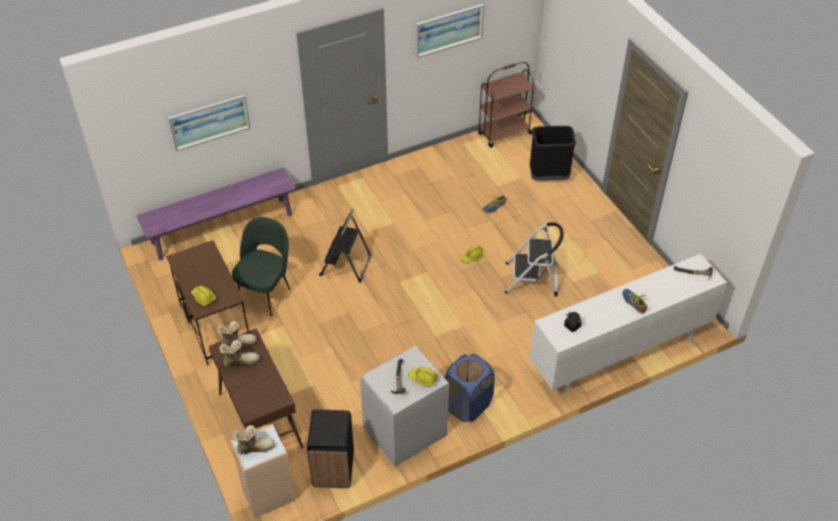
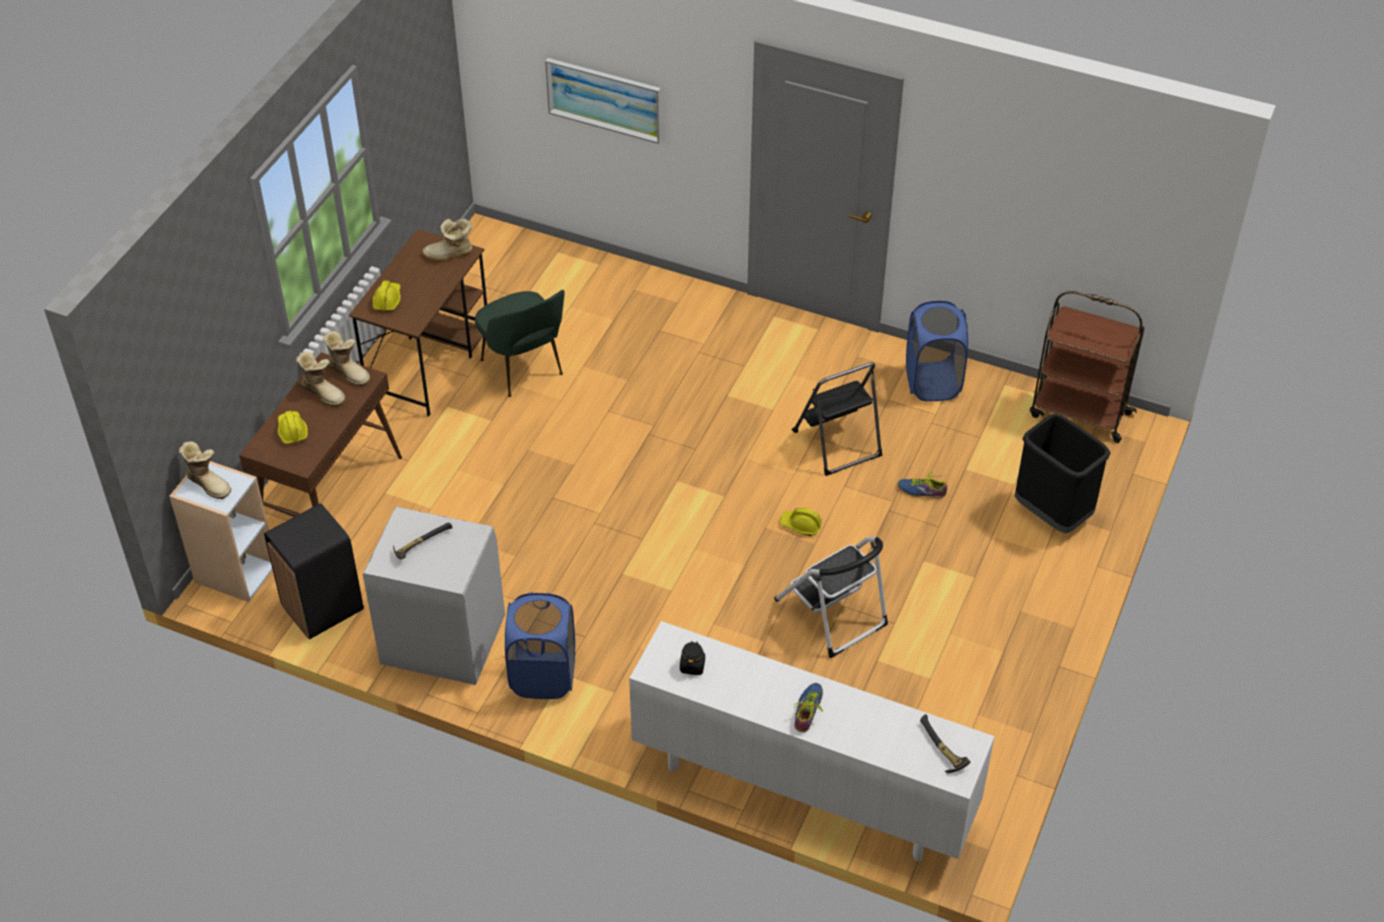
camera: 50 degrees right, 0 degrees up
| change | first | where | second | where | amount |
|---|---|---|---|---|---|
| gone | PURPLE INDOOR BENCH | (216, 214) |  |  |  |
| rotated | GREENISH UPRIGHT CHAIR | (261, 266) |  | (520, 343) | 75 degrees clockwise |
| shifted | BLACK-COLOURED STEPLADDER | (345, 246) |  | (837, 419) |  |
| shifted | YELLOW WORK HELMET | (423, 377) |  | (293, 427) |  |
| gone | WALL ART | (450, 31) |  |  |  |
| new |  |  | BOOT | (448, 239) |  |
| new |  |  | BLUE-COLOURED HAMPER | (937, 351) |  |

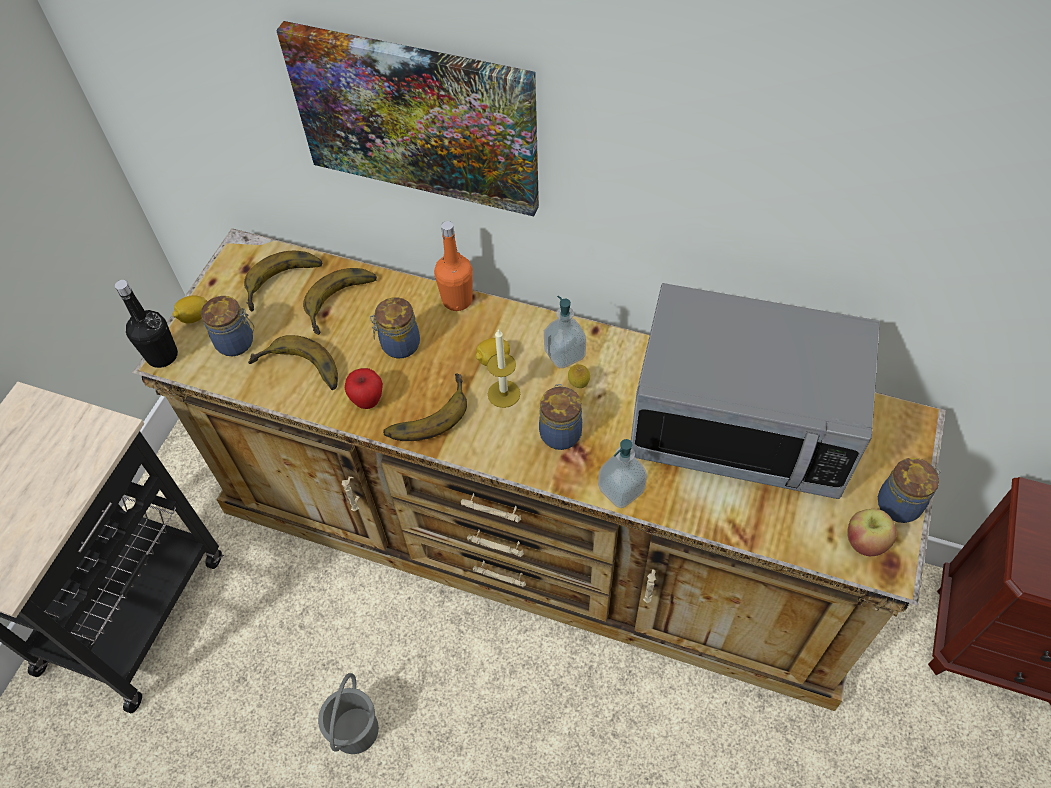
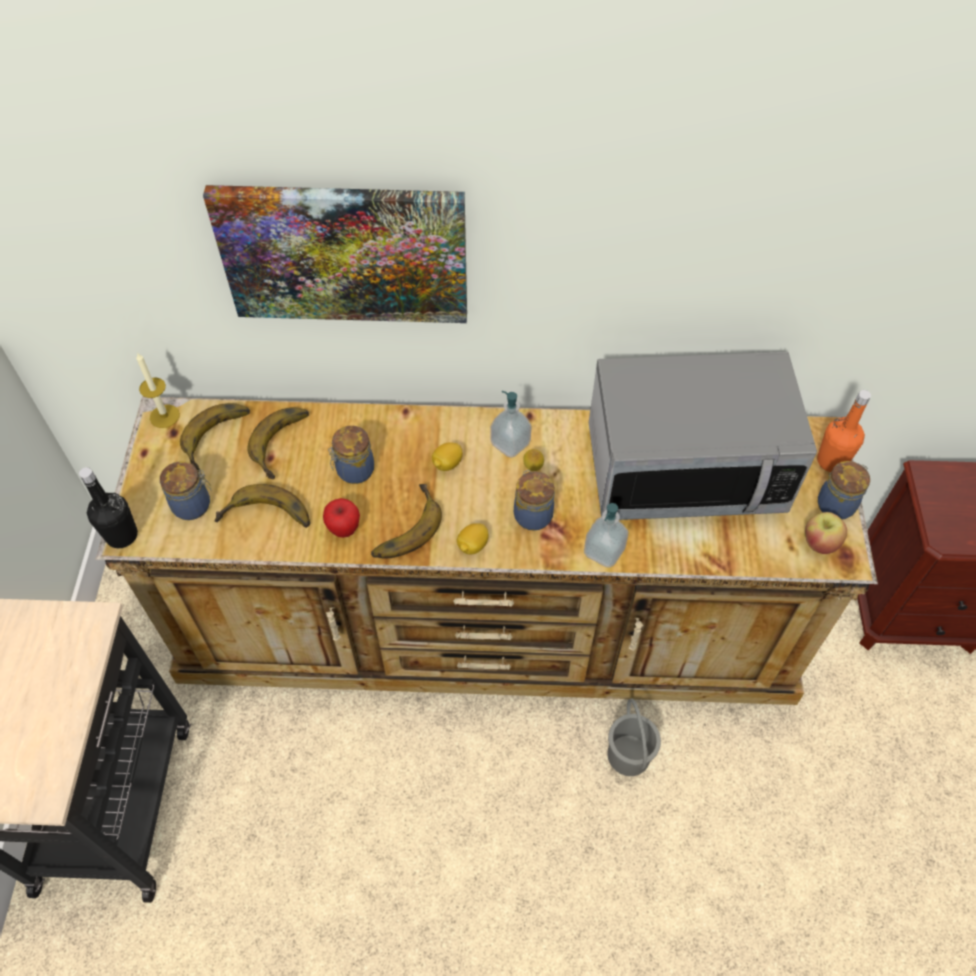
camera: 20 degrees left, 0 degrees up
| change | first | where | second | where | amount |
|---|---|---|---|---|---|
| shifted | WHOLE LEMON | (189, 309) |  | (473, 538) |  |
| shifted | GRAY WATER BUCKET | (348, 713) |  | (634, 737) |  |
| shifted | ORANGE-COLOURED BOTTLE | (453, 266) |  | (844, 431) |  |
| shifted | CANDLE | (503, 368) |  | (158, 390) |  |

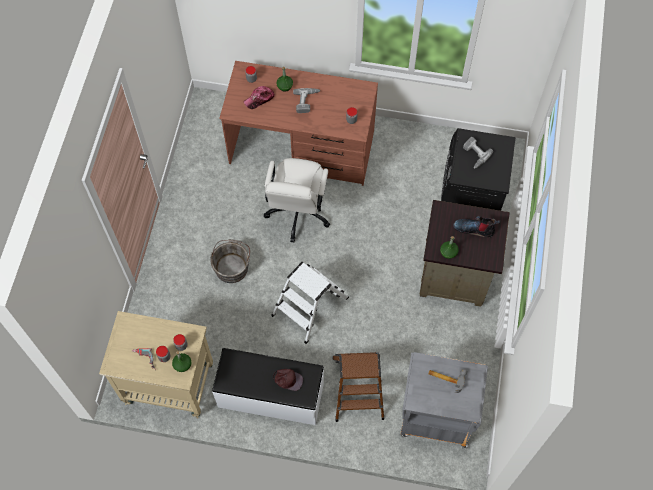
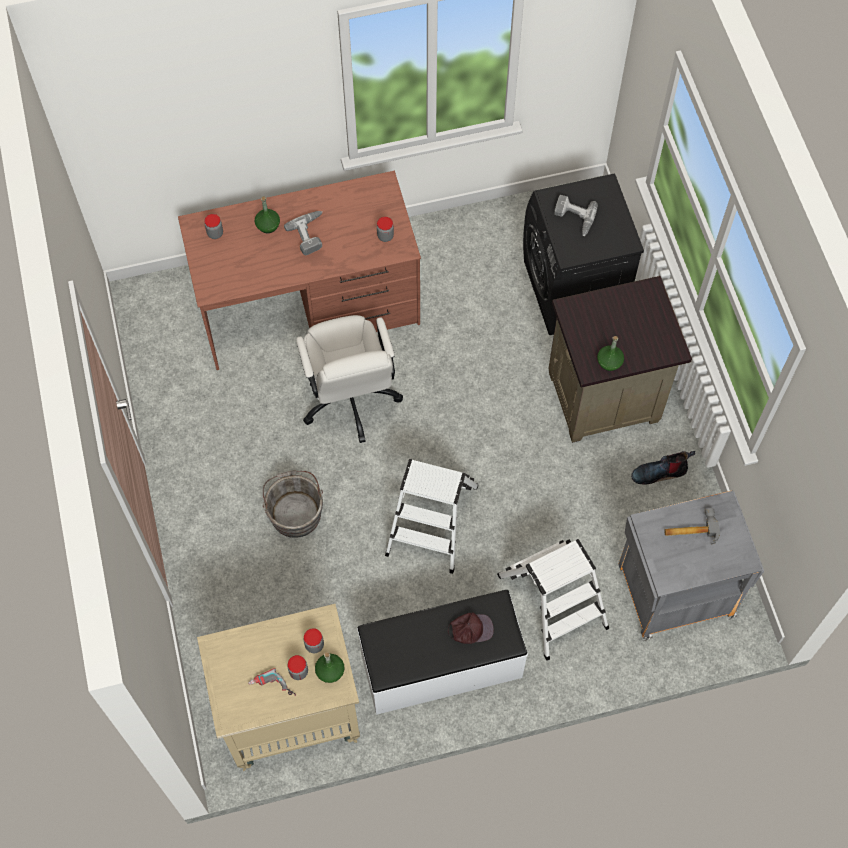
camera: 25 degrees left, 0 degrees up
| change | first | where | second | where | amount |
|---|---|---|---|---|---|
| gone | CAP | (259, 97) |  |  |  |
| repainted | BROWN-COLOURED STEPLADDER | (358, 387) | WHITISH STEPLADDER | (553, 600) |  |
| shifted | BOOT | (477, 226) |  | (663, 468) |  |

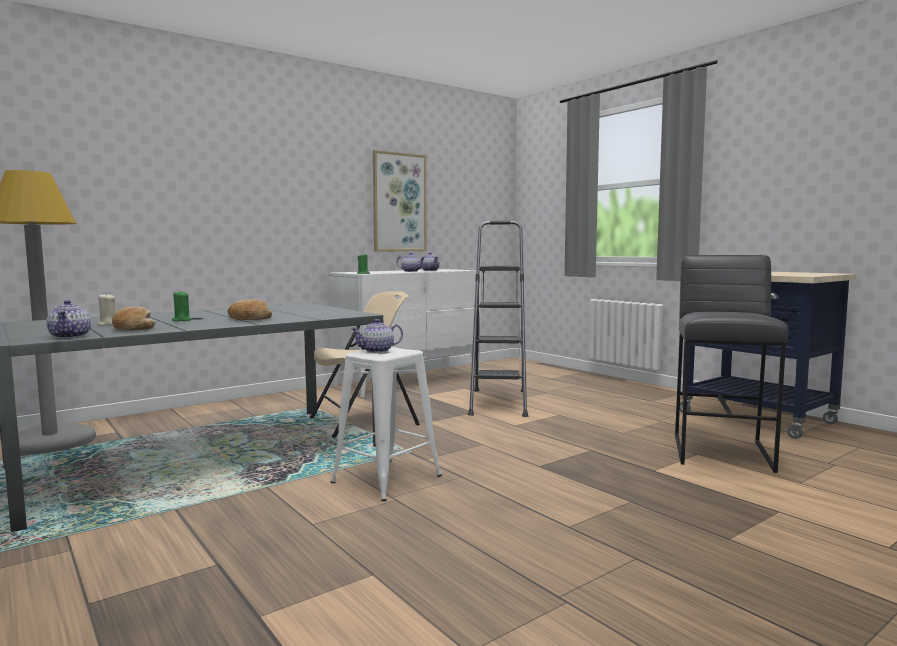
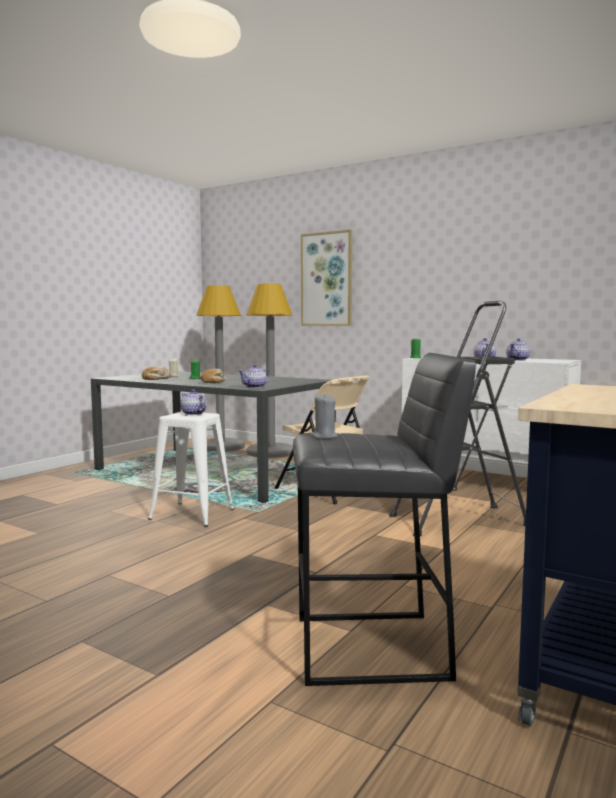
camera: 70 degrees right, 0 degrees up
| change | first | where | second | where | amount |
|---|---|---|---|---|---|
| shifted | TEAPOT | (69, 319) |  | (255, 376) |  |
| shifted | WALL ART | (399, 201) |  | (326, 277) |  |
| new |  |  | GRAY STANDING LAMP | (269, 370) |  |
| new |  |  | GRAY CANDLE | (324, 416) |  |

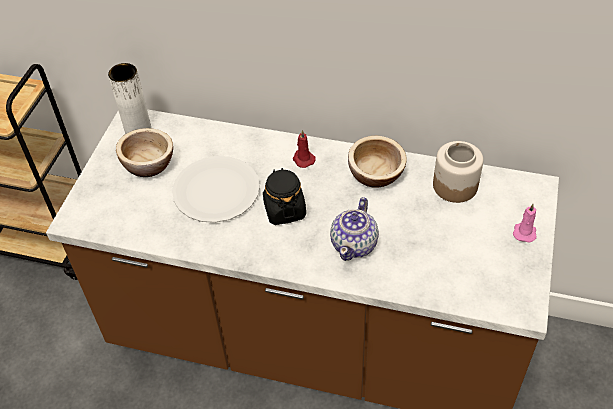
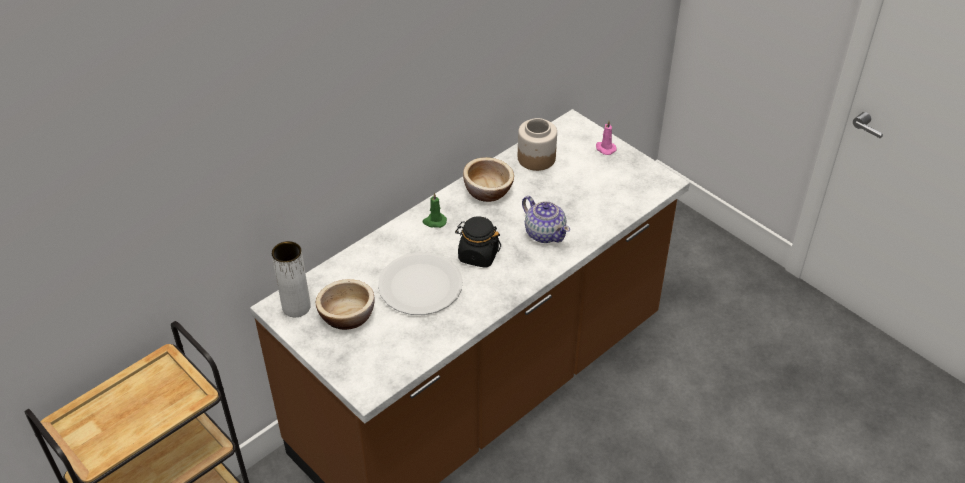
camera: 60 degrees left, 5 degrees down
| change | first | where | second | where | amount |
|---|---|---|---|---|---|
| repainted | RED CANDLE | (304, 149) | GREENISH CANDLE | (434, 210) |  |

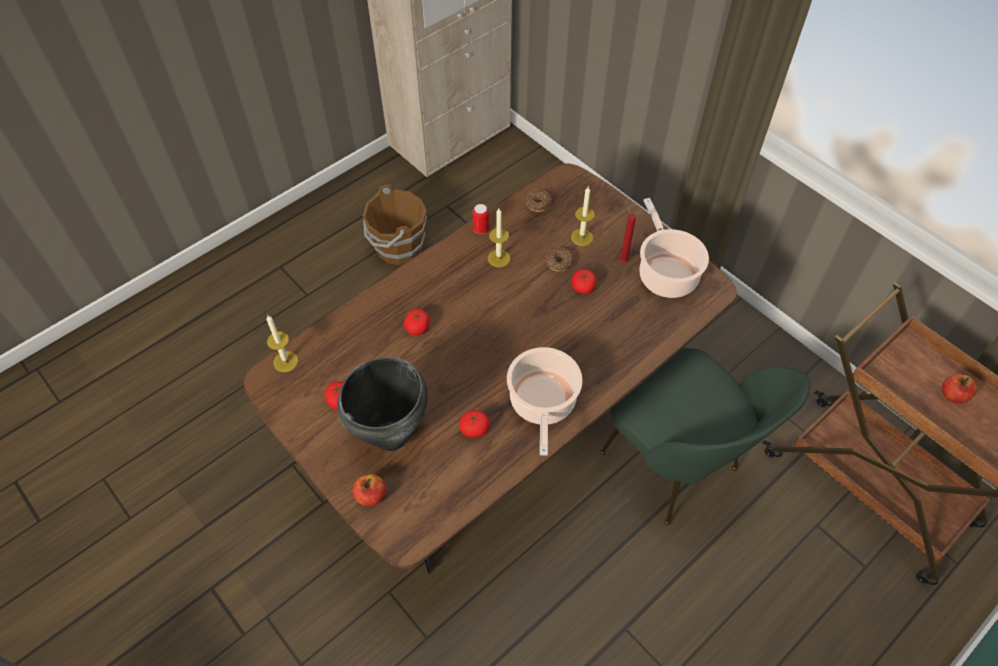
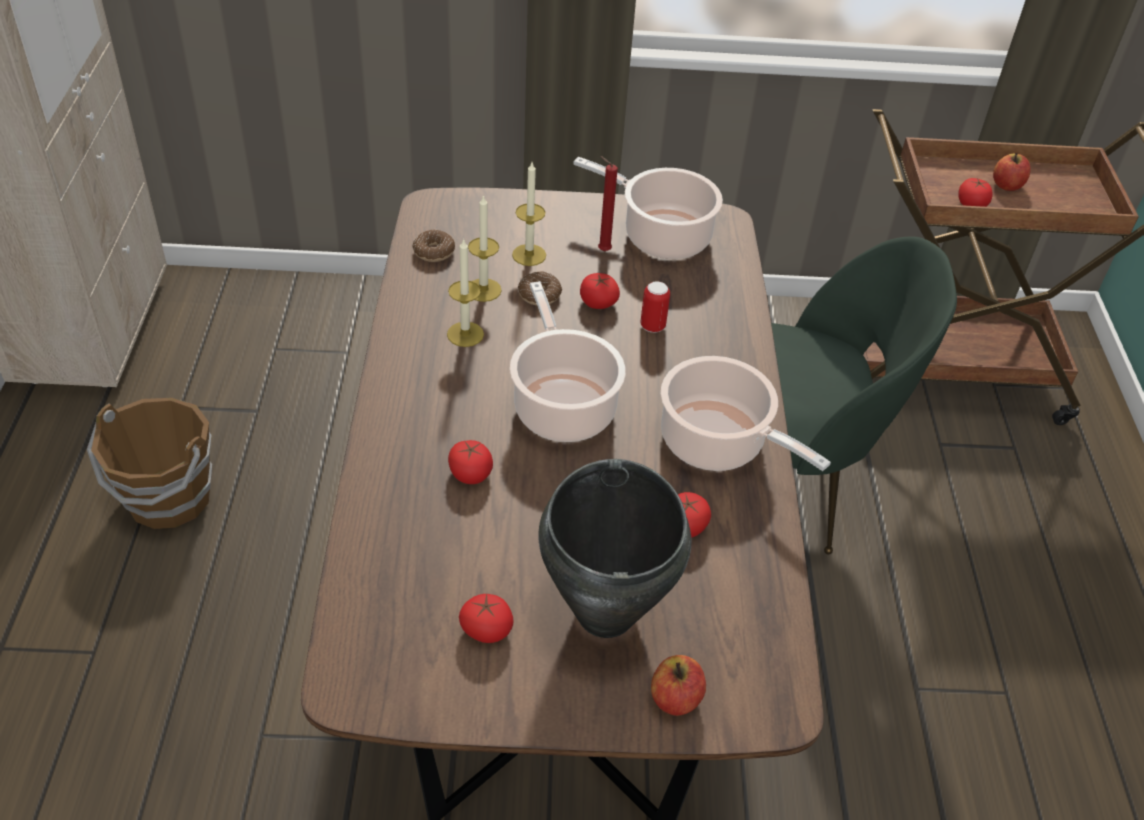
camera: 50 degrees left, 10 degrees down
| change | first | where | second | where | amount |
|---|---|---|---|---|---|
| shifted | CANDLE | (282, 343) |  | (485, 248) |  |
| shifted | SEALED CAN | (481, 219) |  | (655, 307) |  |
| new |  |  | SAUCEPOT | (568, 361) |  |
| new |  |  | FRESH TOMATO | (975, 192) |  |

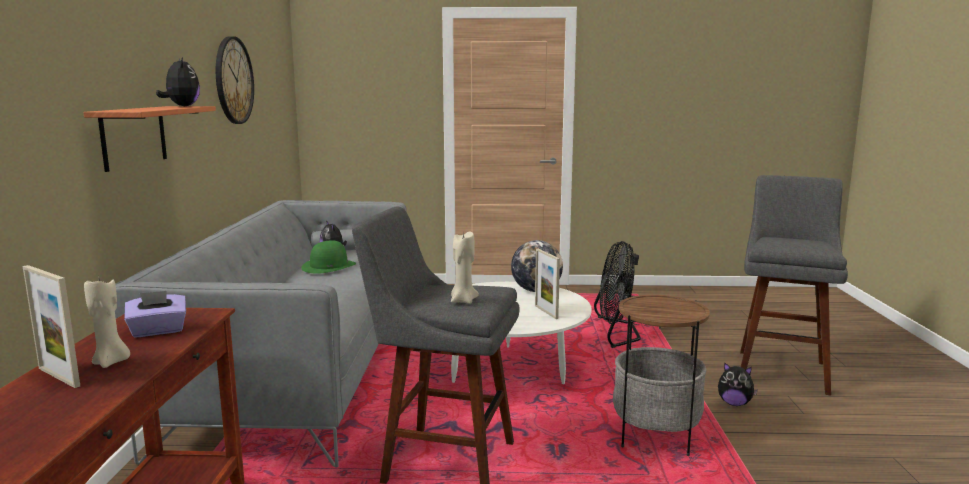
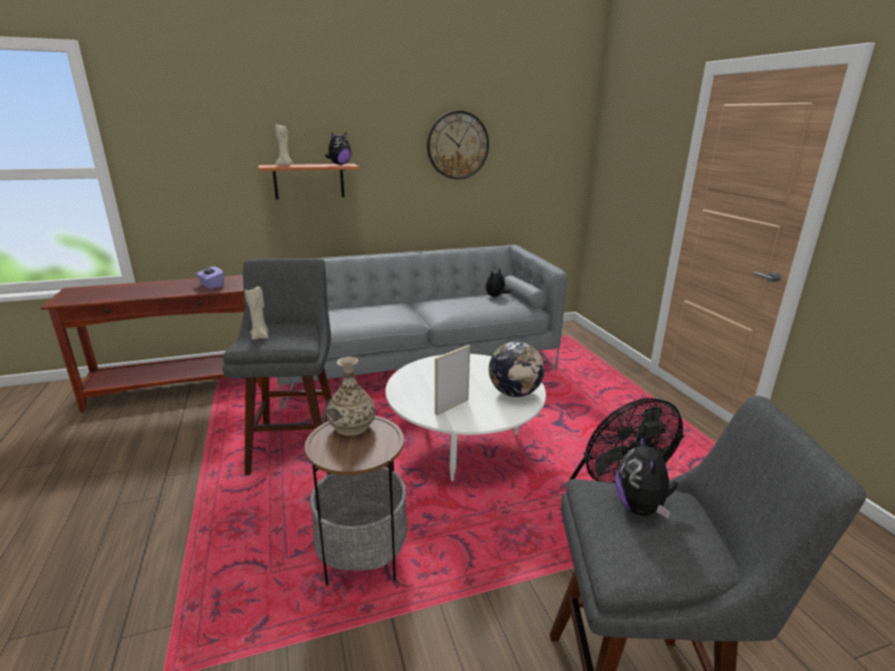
camera: 70 degrees right, 10 degrees up
| change | first | where | second | where | amount |
|---|---|---|---|---|---|
| gone | PICTURE FRAME | (51, 326) |  |  |  |
| shifted | SAND-COLOURED CANDLE | (107, 323) |  | (284, 144) |  |
| gone | GREENISH CLOTHING HAT | (328, 257) |  |  |  |
| shifted | CUDDLY TOY | (738, 384) |  | (646, 475) |  |
| new |  |  | DECORATIVE VASE | (351, 396) |  |

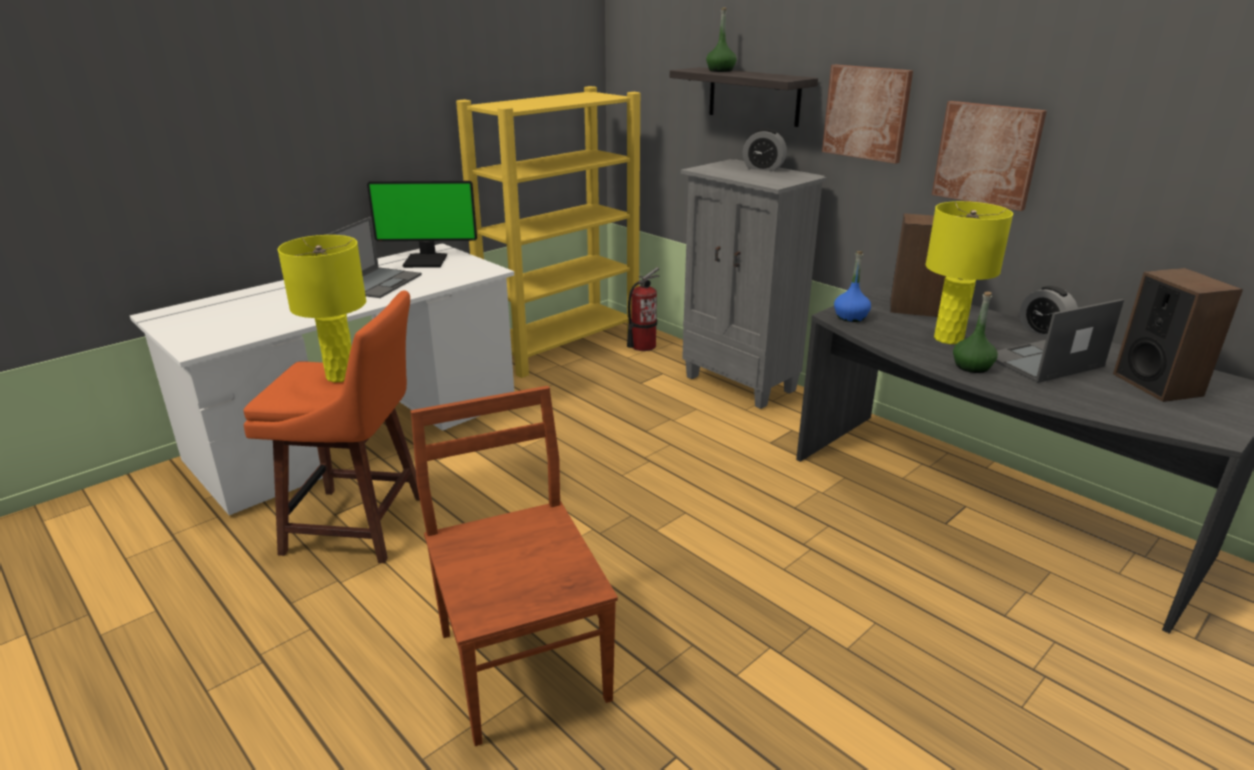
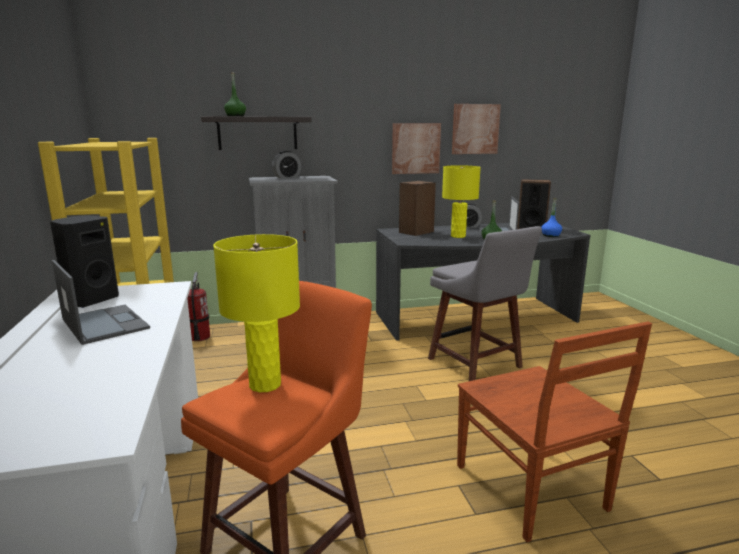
camera: 60 degrees left, 10 degrees down
| change | first | where | second | where | amount |
|---|---|---|---|---|---|
| swapped | COMPUTER DISPLAY | (422, 224) | BLACK-COLOURED AUDIO SPEAKER | (84, 261) |  |
| rotated | BROWN-COLOURED UPRIGHT CHAIR | (514, 566) |  | (554, 432) | 120 degrees counterclockwise |
| shifted | WALL ART | (867, 114) |  | (476, 129) |  |
| shifted | BLUE-COLOURED BOTTLE | (852, 286) |  | (551, 217) |  |
| new |  |  | GRAY STOOL SEAT | (485, 303) |  |

